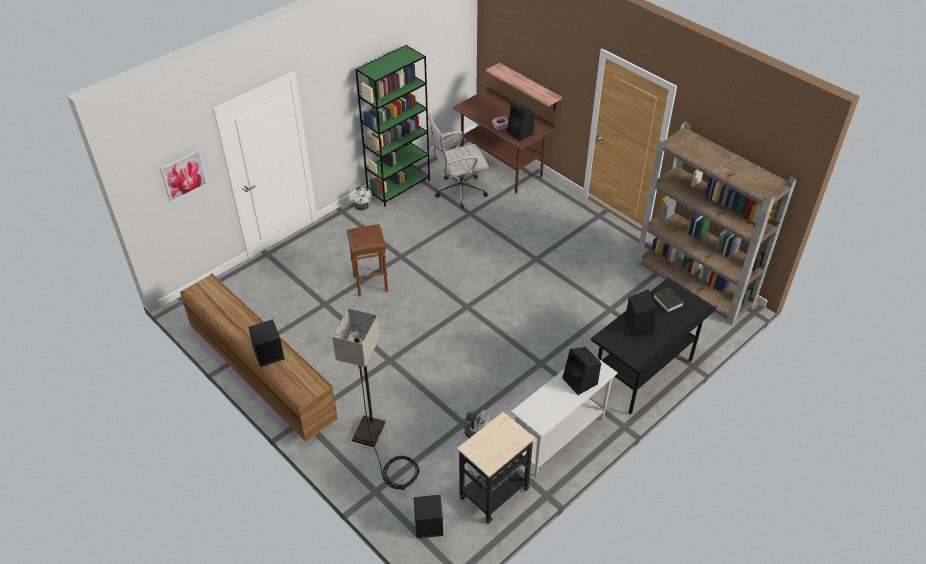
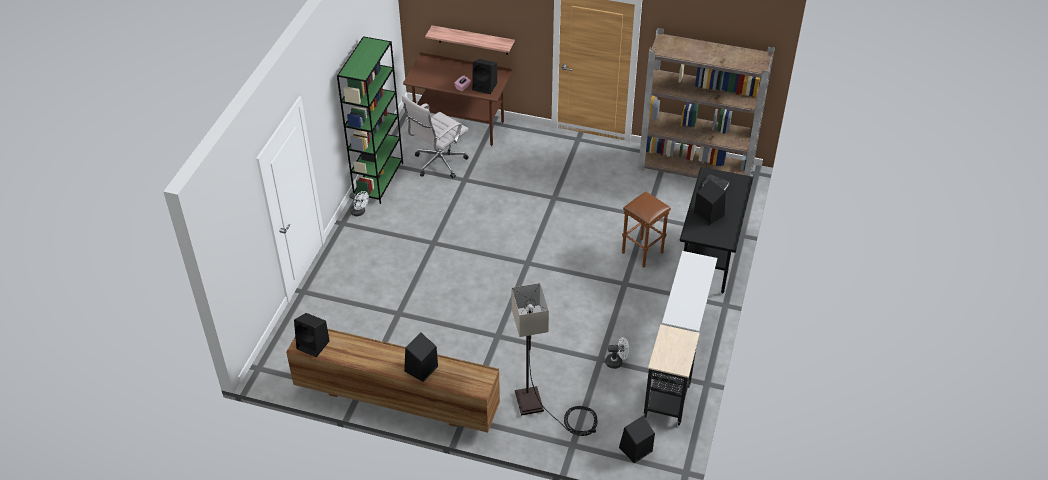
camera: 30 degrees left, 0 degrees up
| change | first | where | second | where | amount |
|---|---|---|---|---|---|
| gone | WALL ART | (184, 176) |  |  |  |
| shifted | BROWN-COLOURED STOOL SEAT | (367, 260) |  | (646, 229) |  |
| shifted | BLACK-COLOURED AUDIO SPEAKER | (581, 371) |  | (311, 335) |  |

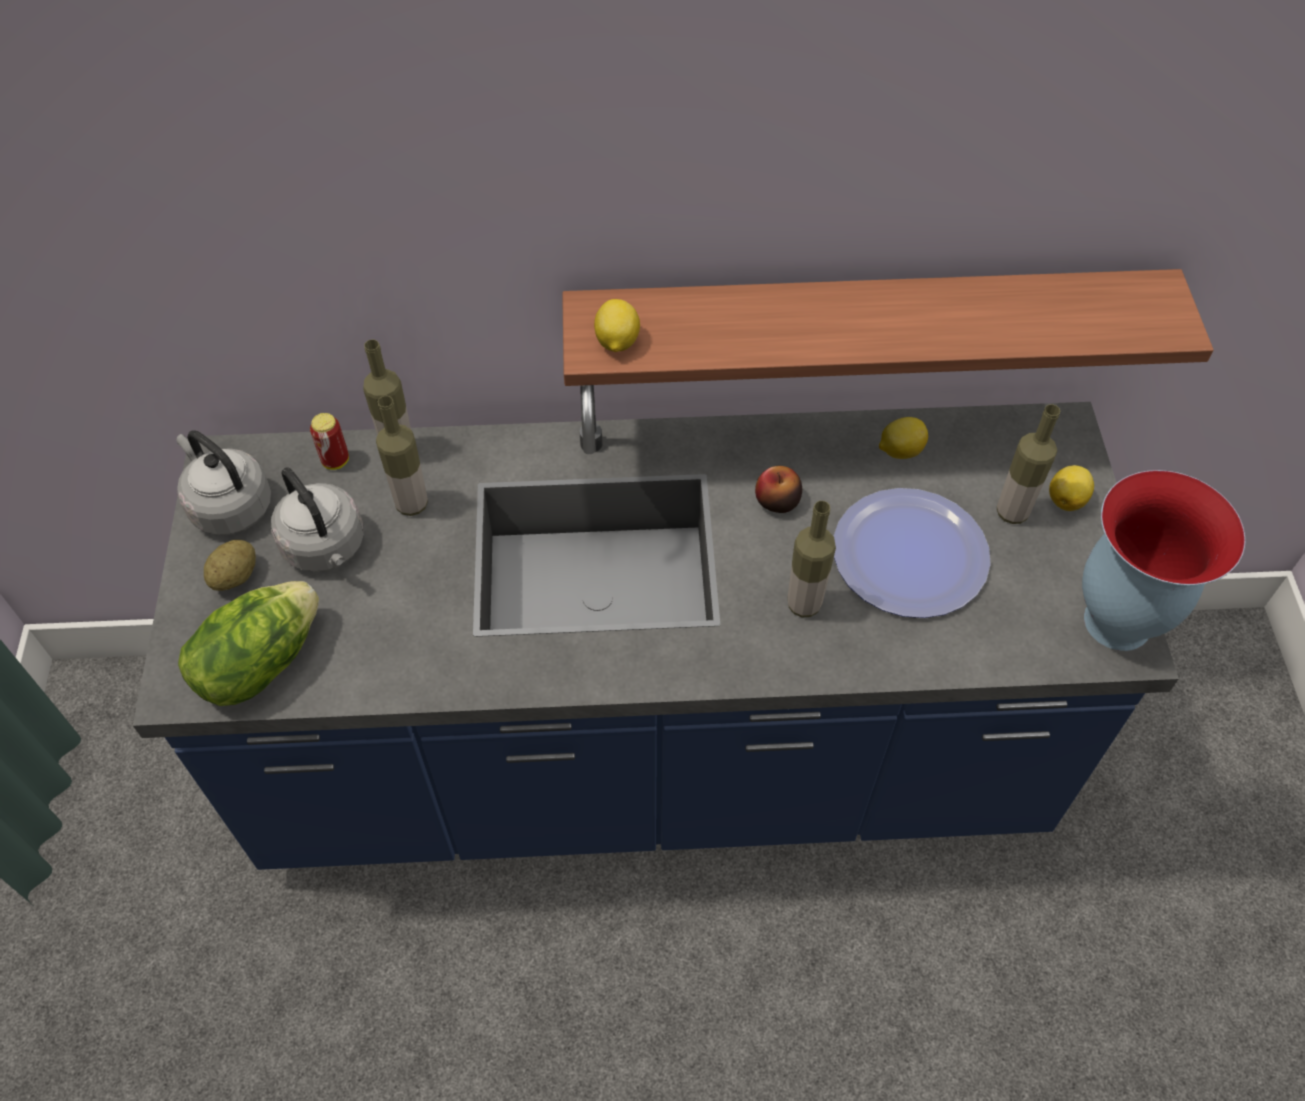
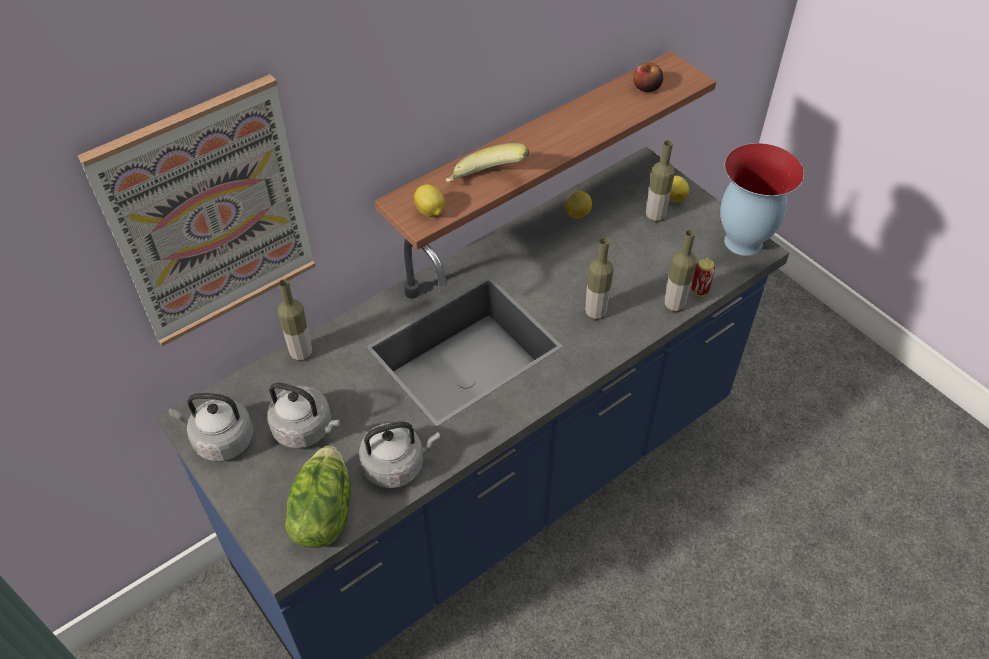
camera: 35 degrees left, 5 degrees down
| change | first | where | second | where | amount |
|---|---|---|---|---|---|
| gone | WHOLE POTATO | (230, 565) |  |  |  |
| shifted | SEALED CAN | (329, 441) |  | (703, 277) |  |
| shifted | BOTTLE | (402, 456) |  | (680, 271) |  |
| shifted | APPLE FRUIT | (778, 489) |  | (648, 77) |  |
| gone | PLATE | (912, 553) |  |  |  |
| new |  |  | WALL ART | (197, 210) |  |
| new |  |  | GRAY KETTLE | (399, 455) |  |
| new |  |  | BANANA FRUIT | (488, 163) |  |

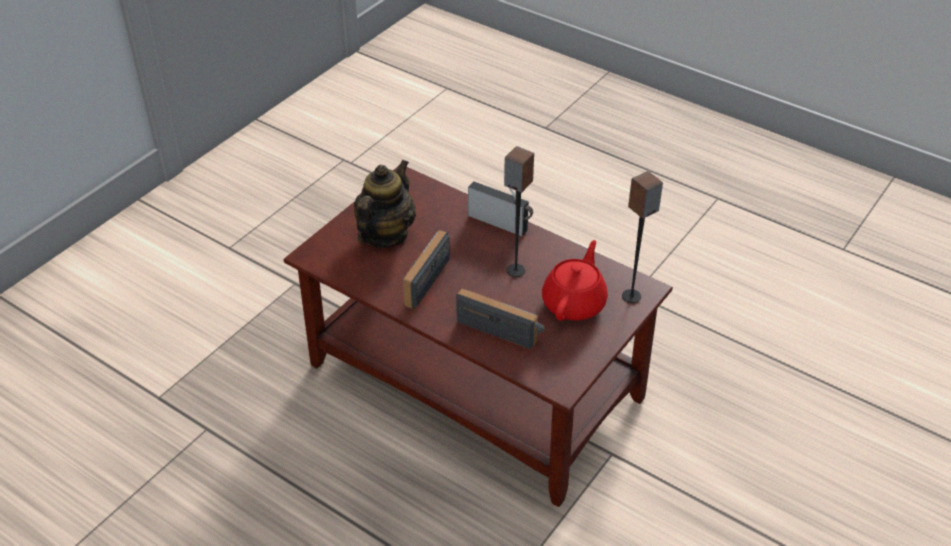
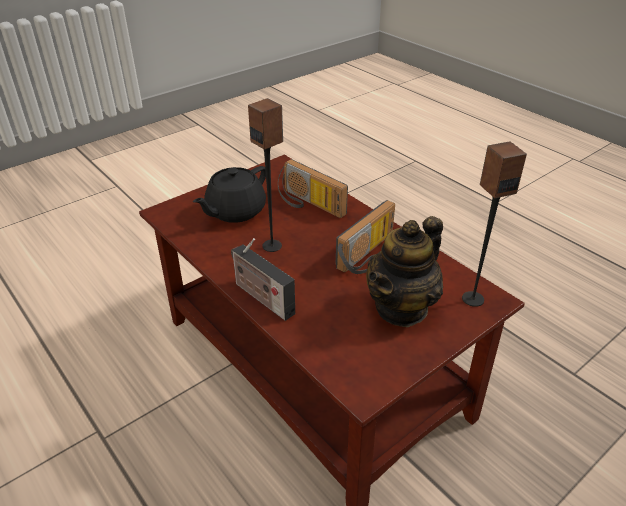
camera: 165 degrees left, 5 degrees down
| change | first | where | second | where | amount |
|---|---|---|---|---|---|
| repainted | RED TEAPOT | (575, 280) | BLACK-COLOURED TEAPOT | (229, 194) |  |
| shifted | AUDIO SPEAKER | (642, 237) |  | (494, 224) |  |

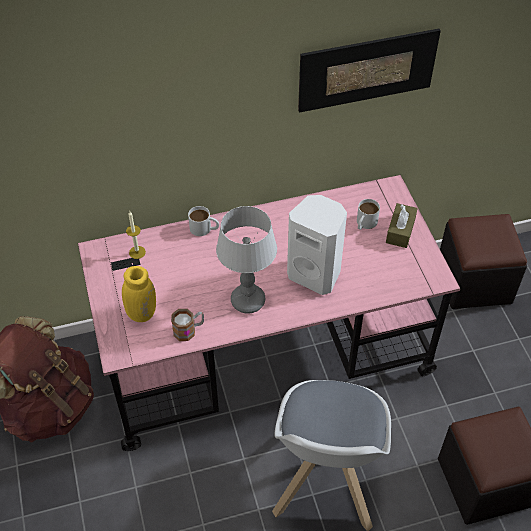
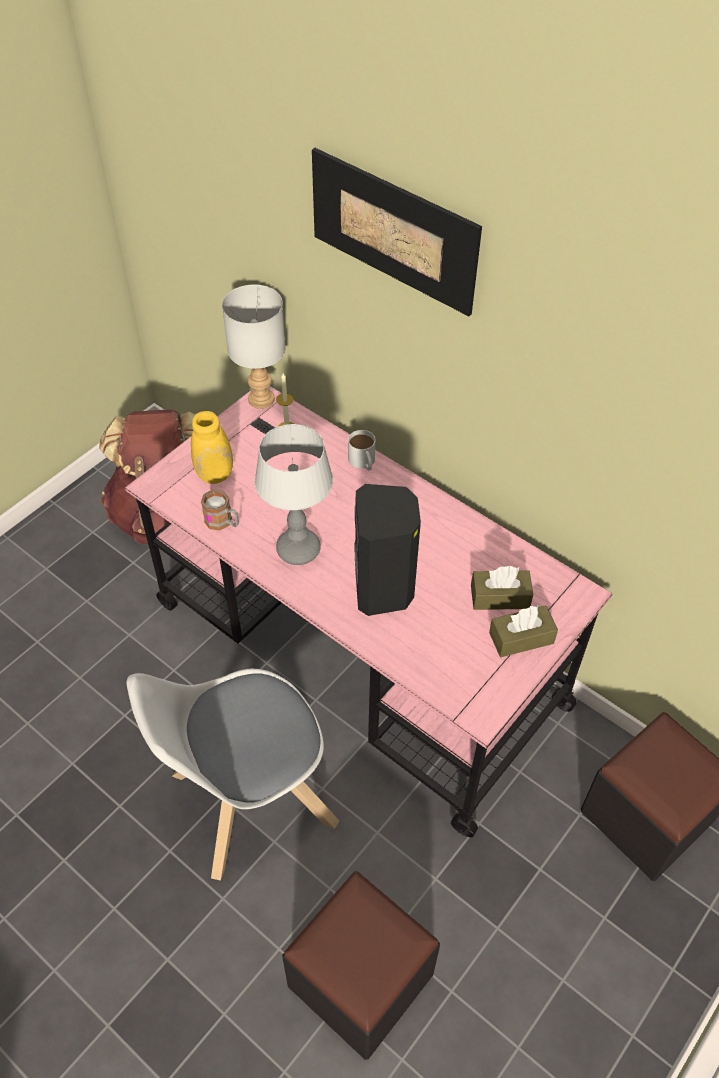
camera: 55 degrees right, 0 degrees up
| change | first | where | second | where | amount |
|---|---|---|---|---|---|
| repainted | WHITISH AUDIO SPEAKER | (317, 245) | BLACK-COLOURED AUDIO SPEAKER | (388, 550) |  |
| shifted | WALL ART | (369, 71) |  | (397, 232) |  |
| swapped | WHITISH TEA MUG | (368, 214) | BROWN-COLOURED TISSUE BOX | (502, 588) |  |
| new |  |  | GRAY TABLE LAMP | (254, 347) |  |

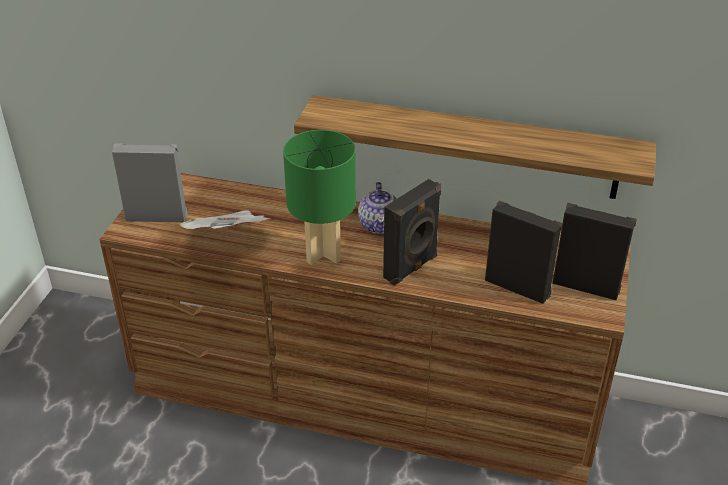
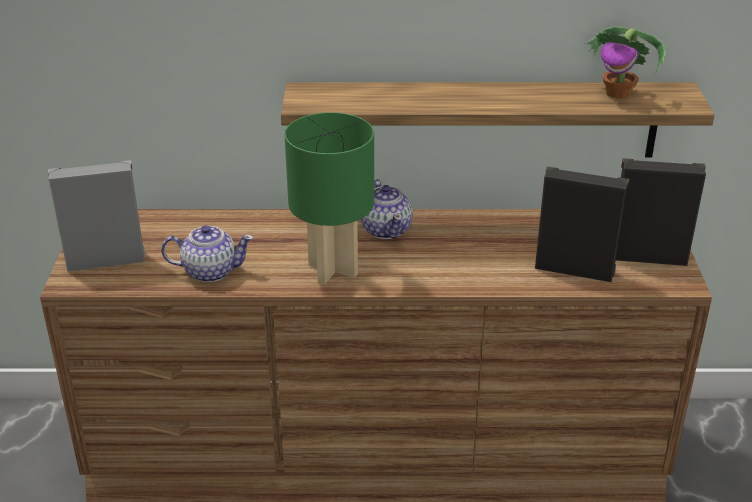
camera: 15 degrees left, 5 degrees down
| change | first | where | second | where | amount |
|---|---|---|---|---|---|
| swapped | DAILY PAPER | (225, 219) | TEAPOT | (207, 253) |  |
| gone | BLACK-COLOURED AUDIO SPEAKER | (412, 232) |  |  |  |
| new |  |  | PLANT IN A POT | (625, 63) |  |

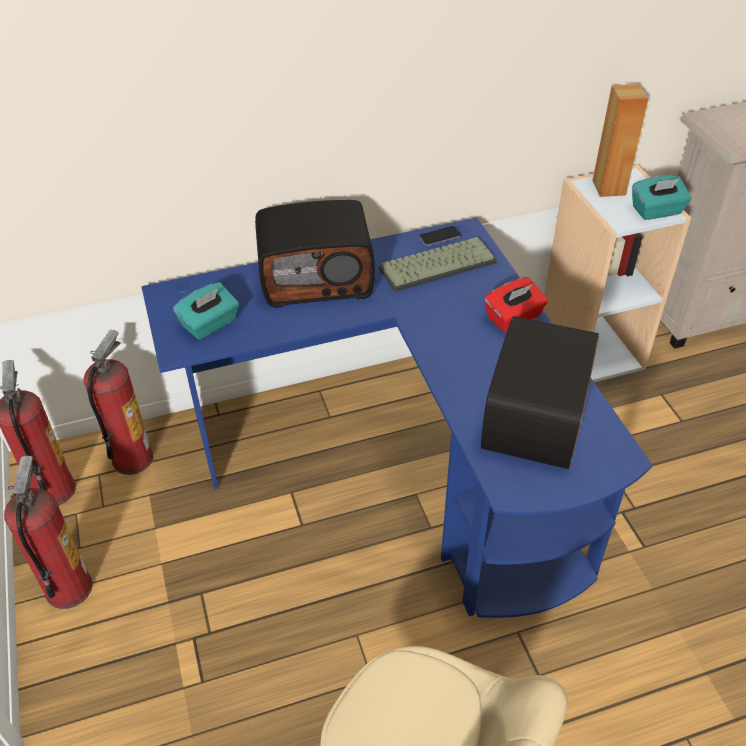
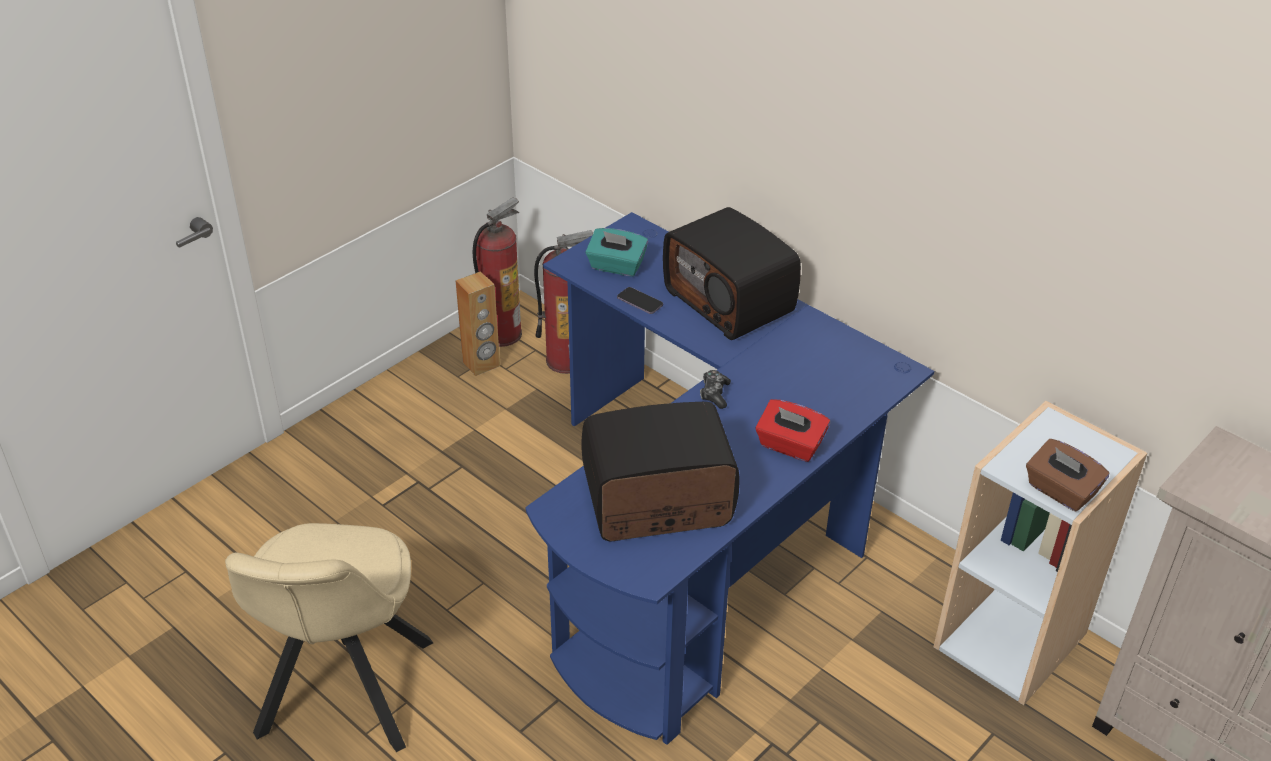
camera: 60 degrees right, 5 degrees down
| change | first | where | second | where | amount |
|---|---|---|---|---|---|
| gone | FIRE EXTINGUISHER | (48, 532) |  |  |  |
| gone | COMPUTER KEYBOARD | (438, 264) |  |  |  |
| shifted | TELEPHONE | (440, 236) |  | (640, 300) |  |
| shifted | BROWN-COLOURED AUDIO SPEAKER | (620, 140) |  | (478, 324) |  |
| repainted | TURQUOISE TISSUE BOX | (662, 197) | BROWN-COLOURED TISSUE BOX | (1067, 475) |  |
| new |  |  | GAMEPAD | (715, 389) |  |

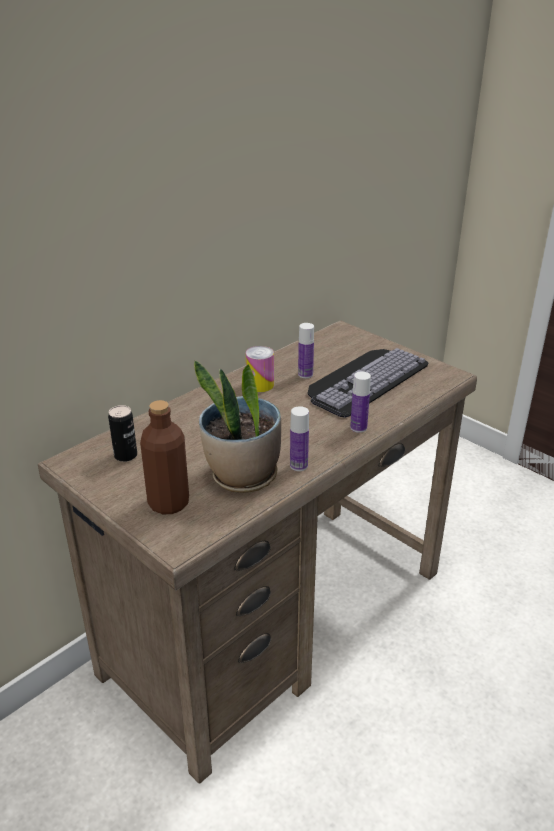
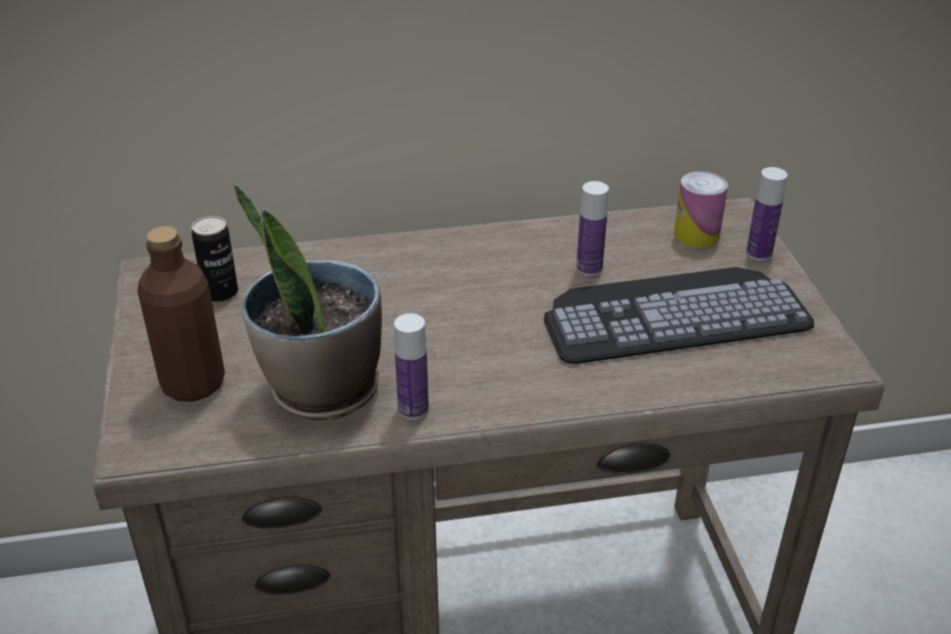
camera: 35 degrees right, 5 degrees up
| change | first | where | second | where | amount |
|---|---|---|---|---|---|
| shifted | SEALED CAN | (260, 369) |  | (701, 209) |  |
| shifted | BOTTLE | (360, 402) |  | (766, 214) |  |

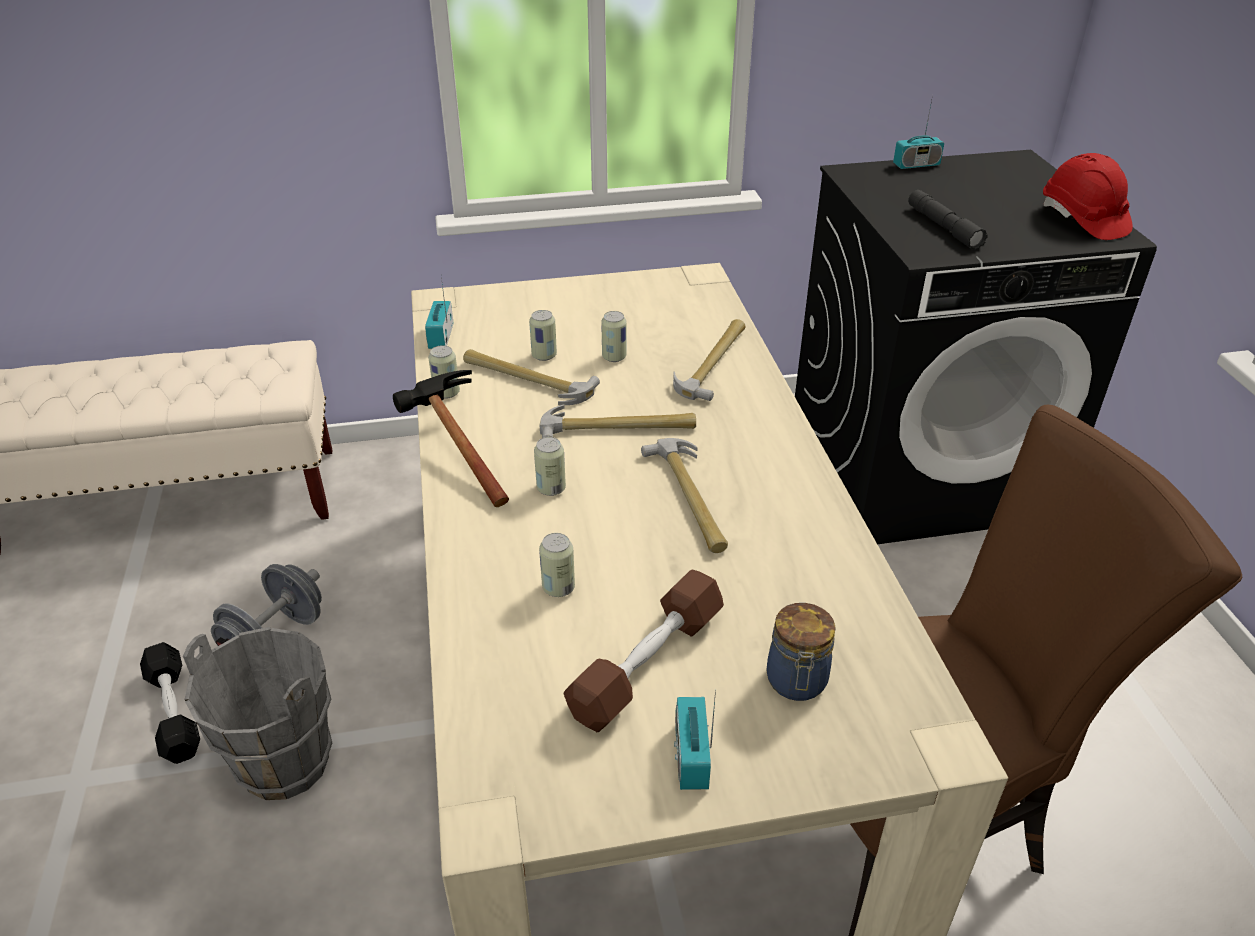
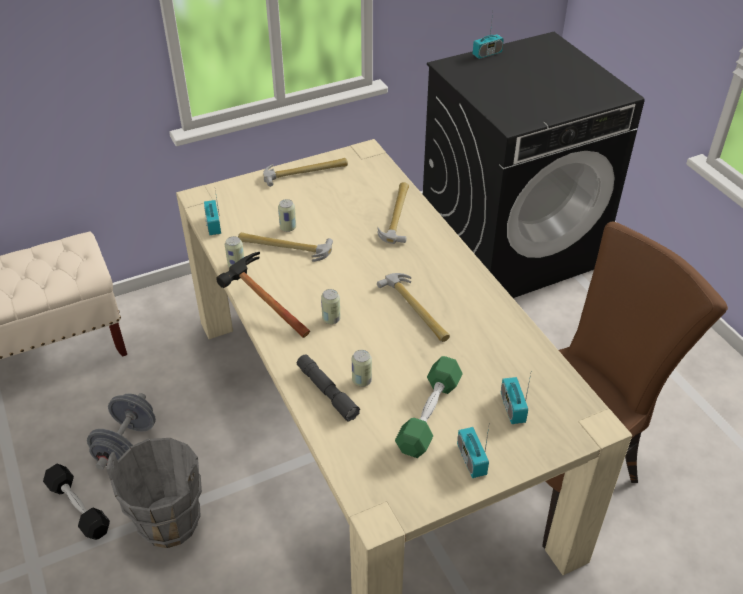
camera: 15 degrees left, 5 degrees up
| change | first | where | second | where | amount |
|---|---|---|---|---|---|
| shifted | HAND HAMMER | (618, 421) |  | (305, 172) |  |
| repainted | BROWN-COLOURED FREE WEIGHT | (644, 651) | GREENISH FREE WEIGHT | (429, 407) |  |
| gone | SEALED CAN | (613, 336) |  |  |  |
| swapped | JAR | (801, 652) | RADIO SET | (516, 399) |  |
| shifted | GRAY FLASHLIGHT | (948, 220) |  | (328, 388) |  |
| gone | RED WORK HELMET | (1088, 196) |  |  |  |

